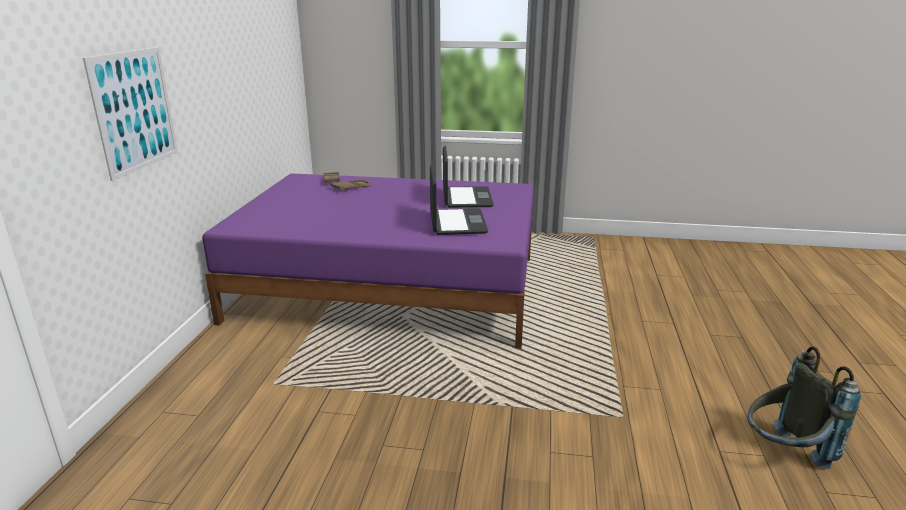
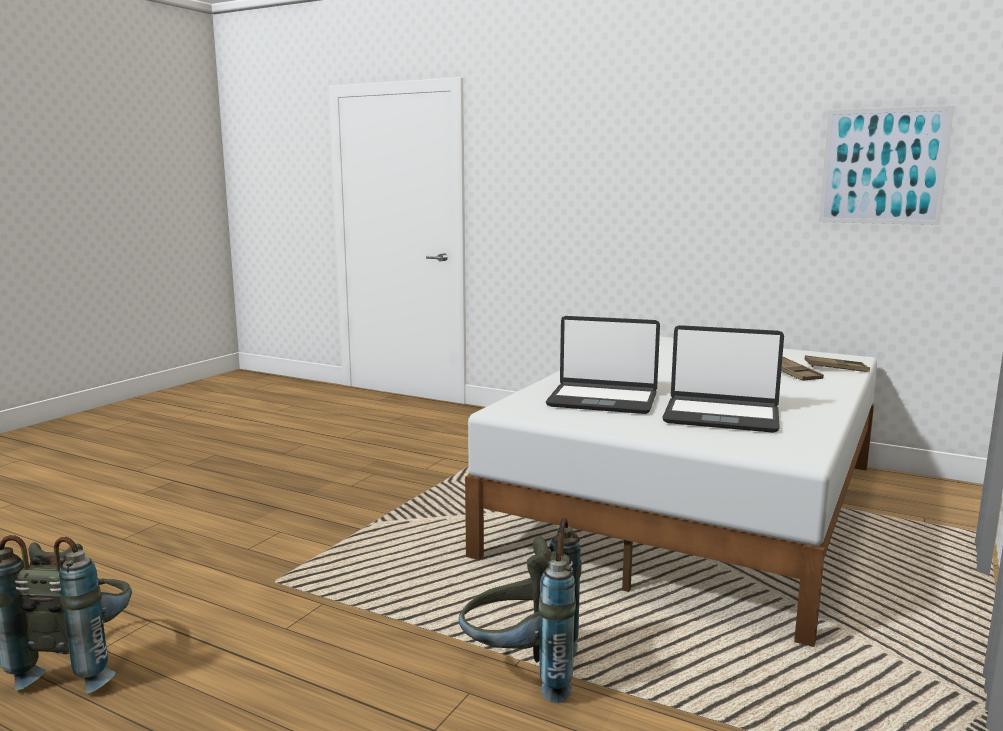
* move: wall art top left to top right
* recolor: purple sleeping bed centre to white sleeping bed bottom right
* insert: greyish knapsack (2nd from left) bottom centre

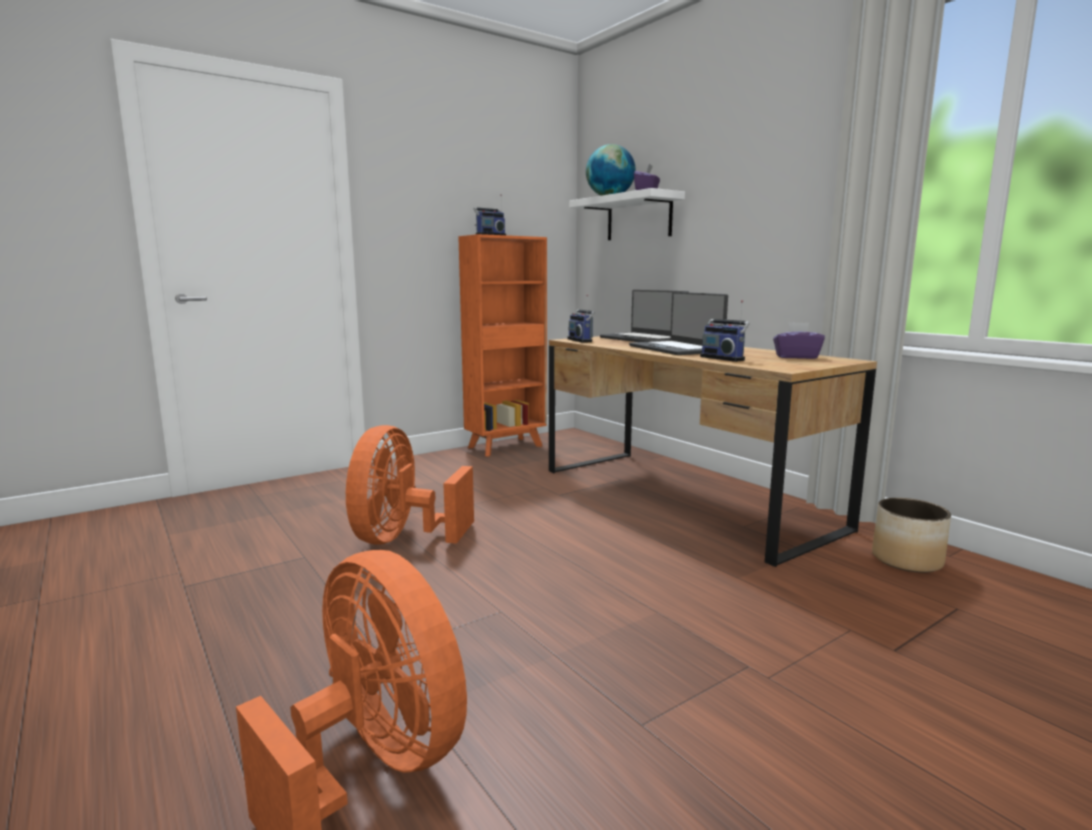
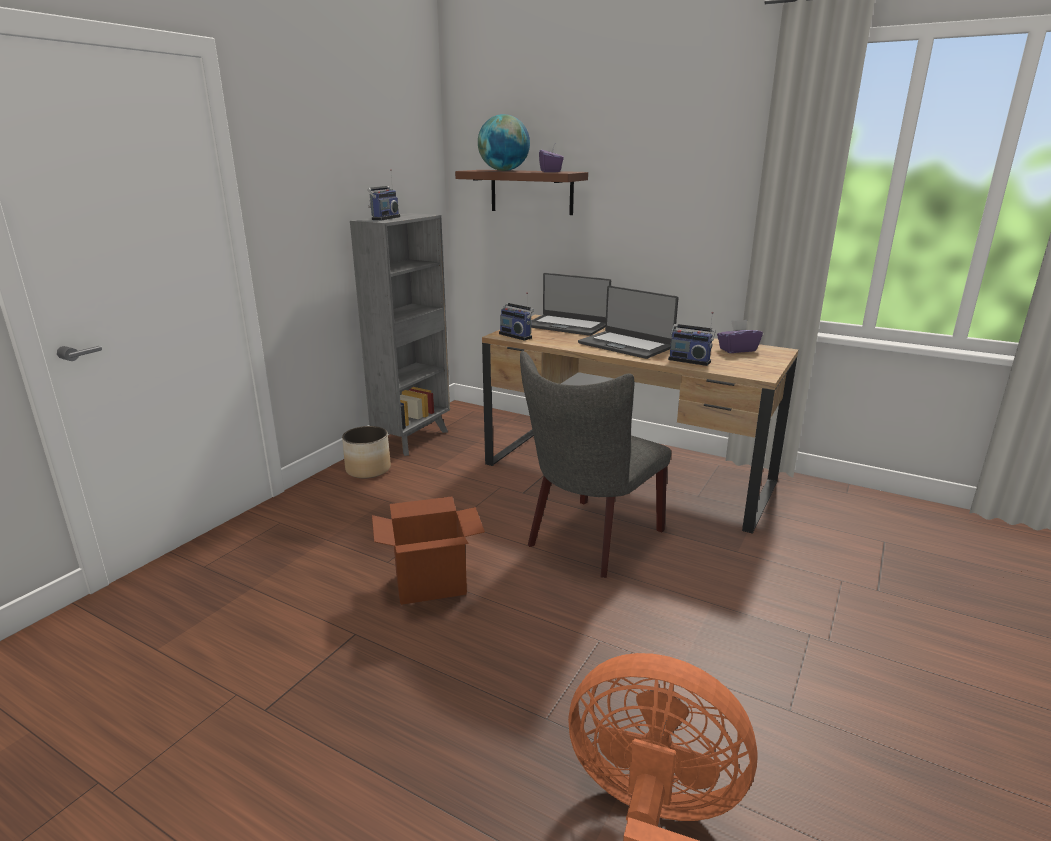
* replace: orange fan (2nd from left) centre to cardboard box centre
* recolor: orange bookshelf centre to greyish bookshelf centre
* recolor: white shelf top centre to brown-coloured shelf top centre
* move: flower pot middle right to centre
* insert: greyish chair centre

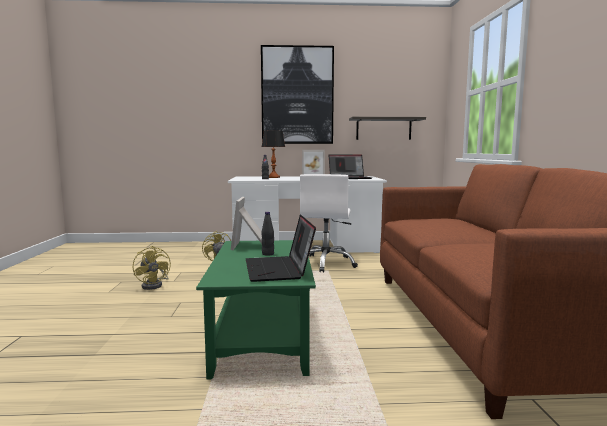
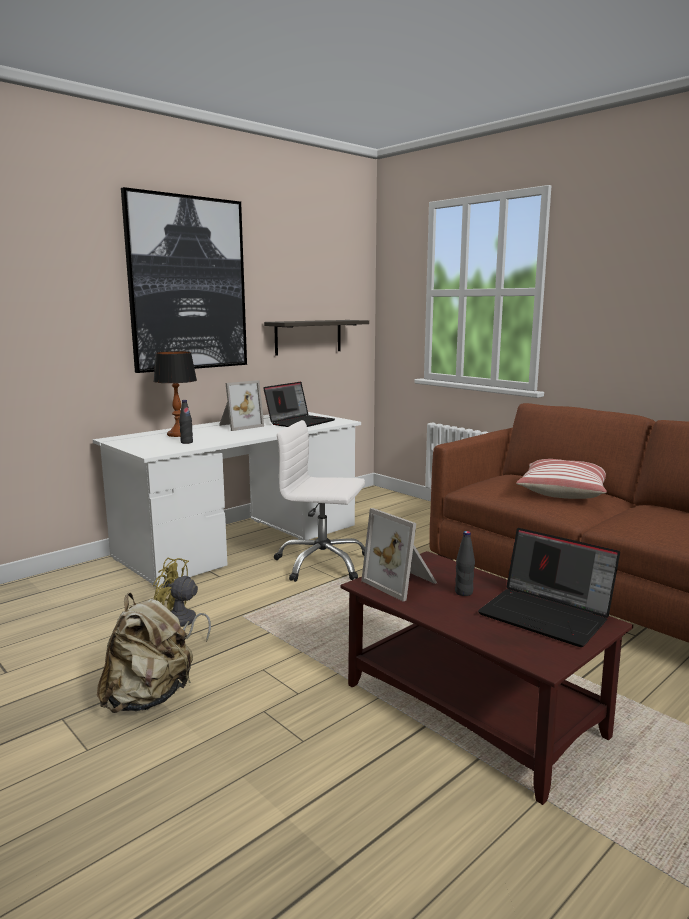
* replace: yellowish fan (1st from left) middle left to beige-coloured knapsack bottom left
* recolor: green-coloured lounge table bottom centre to brown-coloured lounge table bottom right
* rotate: white desk chair centre = centre 135 degrees clockwise
* insert: cushion middle right

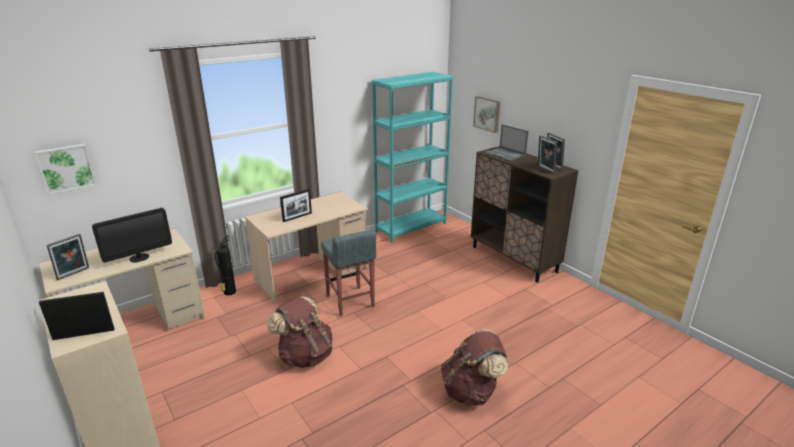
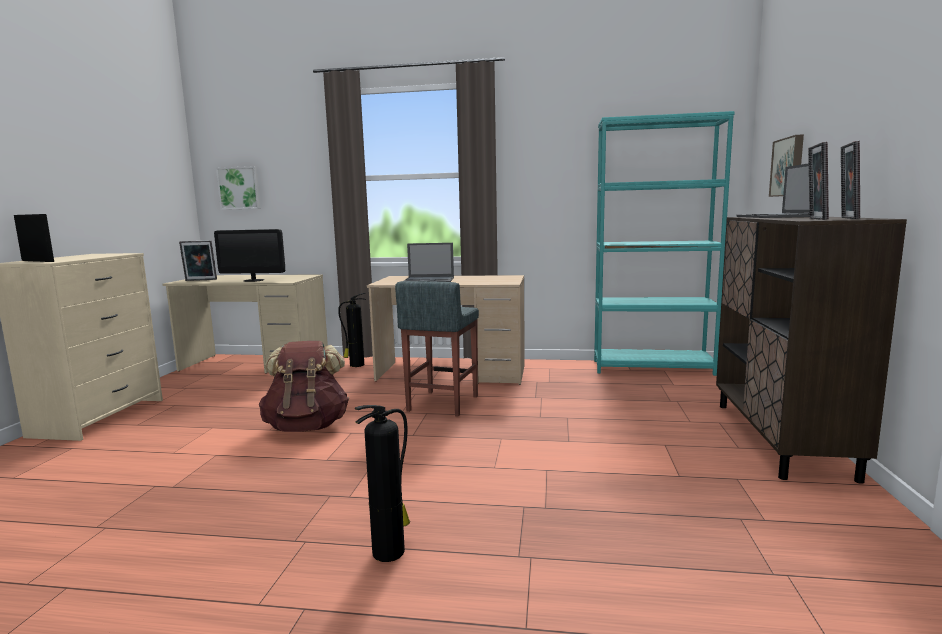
* replace: picture frame (3rd from left) centre to portable computer (1st from left) centre
* replace: brown-coloured knapsack (2nd from left) bottom centre to fire extinguisher (2nd from left) bottom centre

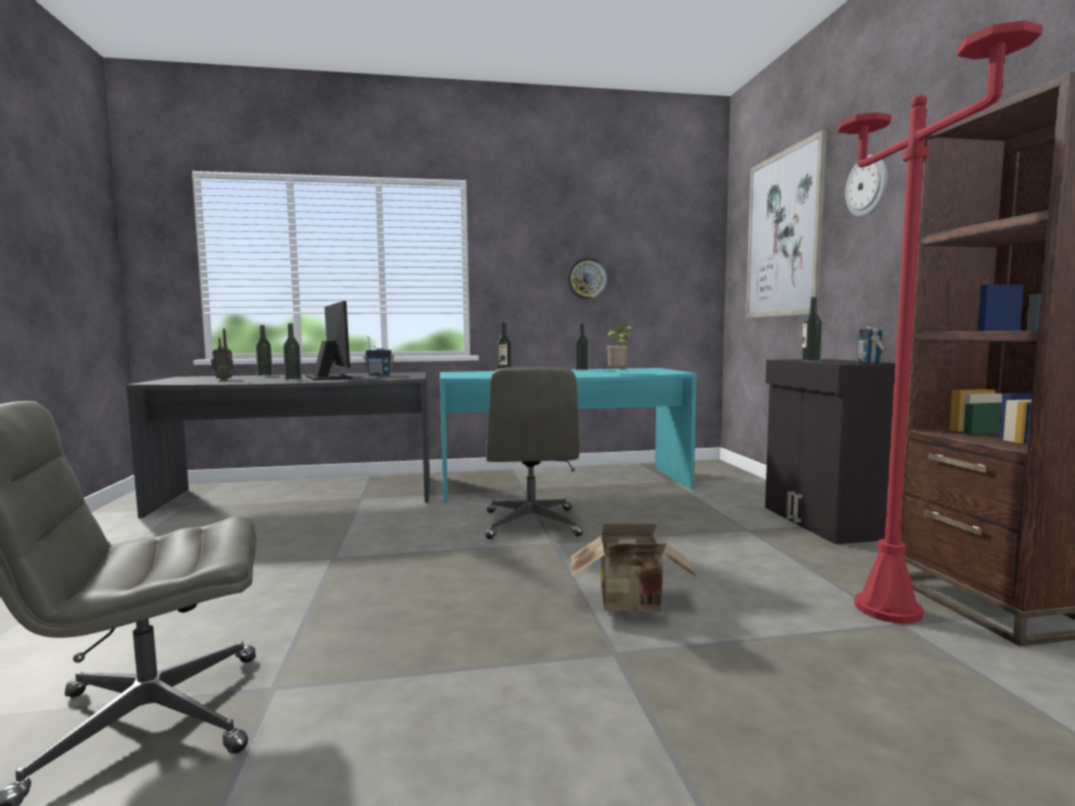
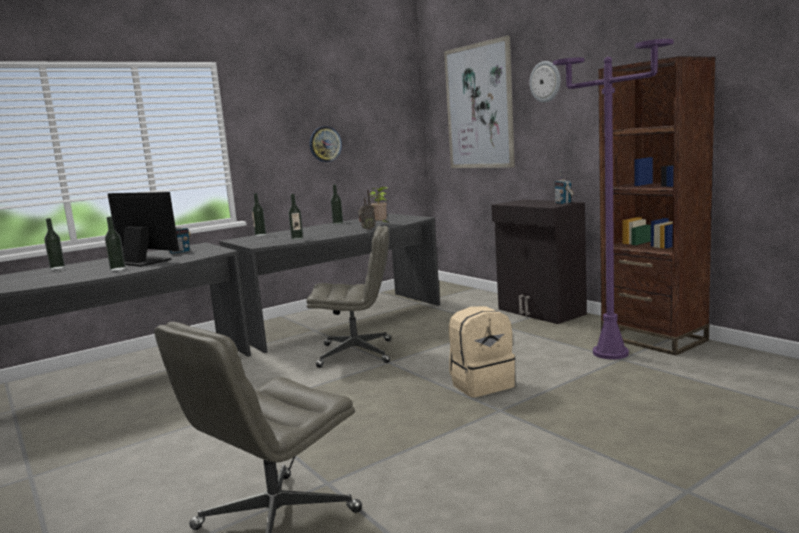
* move: radio set (1st from left in the first image) middle left to radio set (2nd from left) centre
* recolor: turquoise-coloured desk table centre to greyish desk table (2nd from left) centre
* rotate: greyish desk chair (2nd from left) centre = centre 60 degrees counterclockwise
* replace: cardboard box bottom centre to beige-coloured knapsack centre
* move: beverage bottle (5th from left in the first image) middle right to beverage bottle (3rd from left) middle left
* recolor: red-coloured floor lamp middle right to purple floor lamp middle right

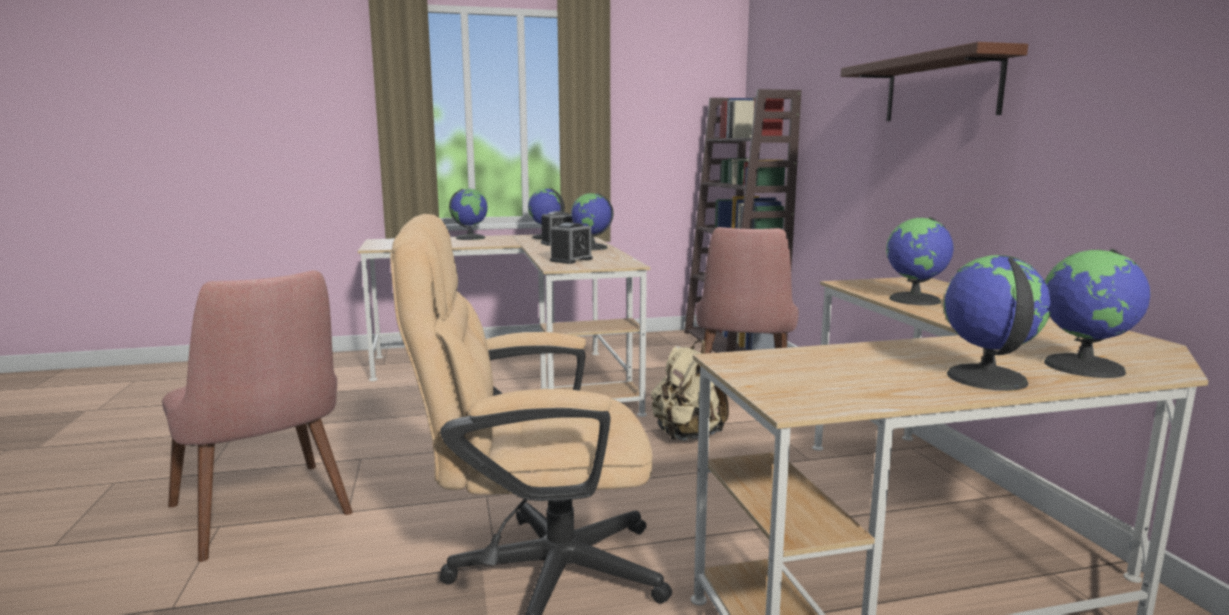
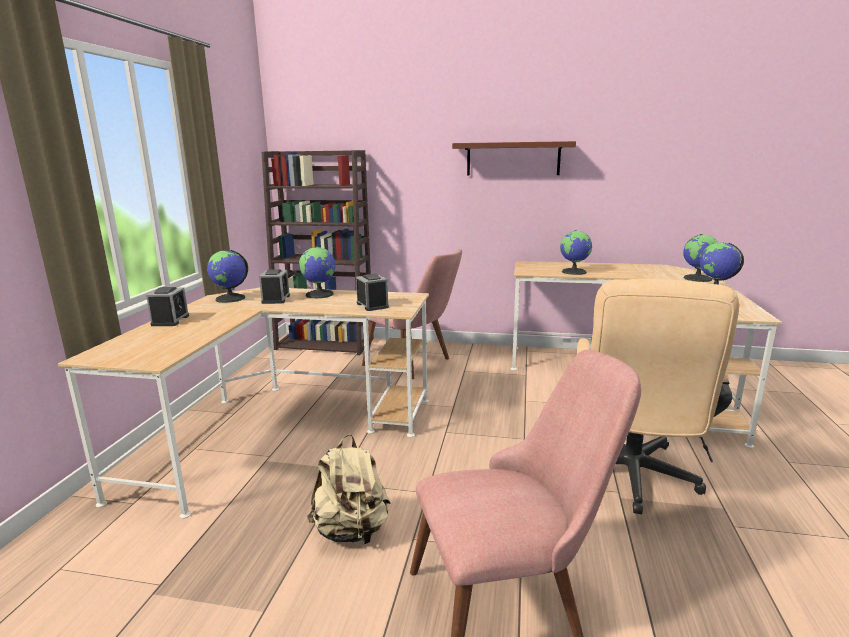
* replace: globe (1st from left) centre to bedside clock (1st from left) middle left
* move: beige-coloured knapsack centre to bottom centre

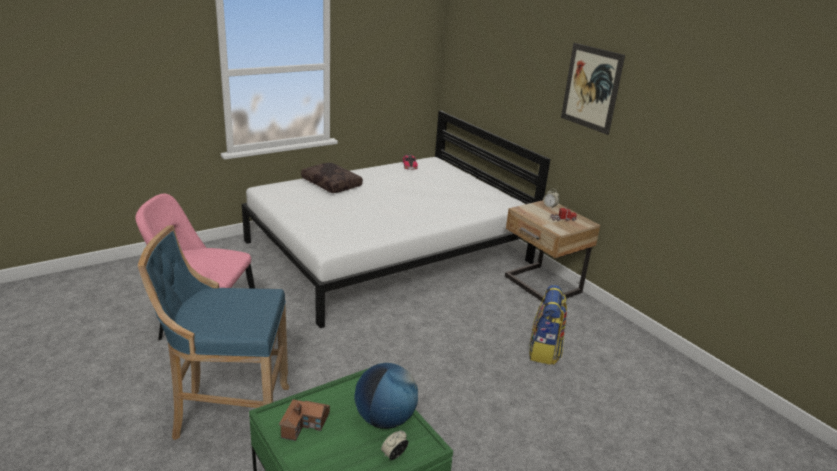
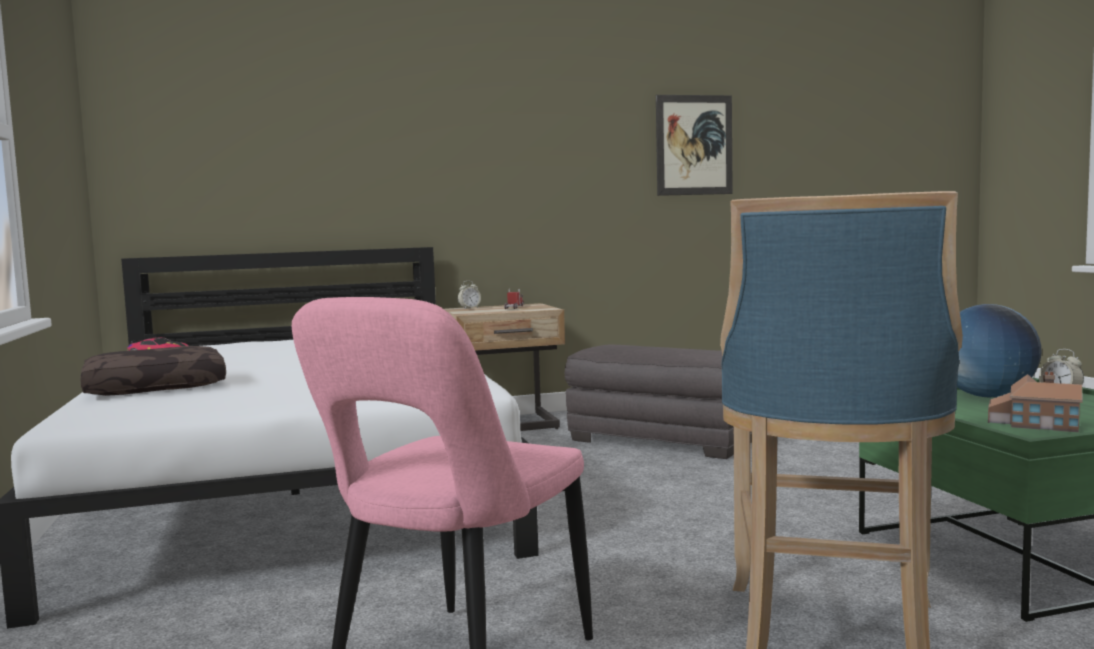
* replace: knapsack bottom centre to greyish ottoman centre
* move: wall art top right to top centre

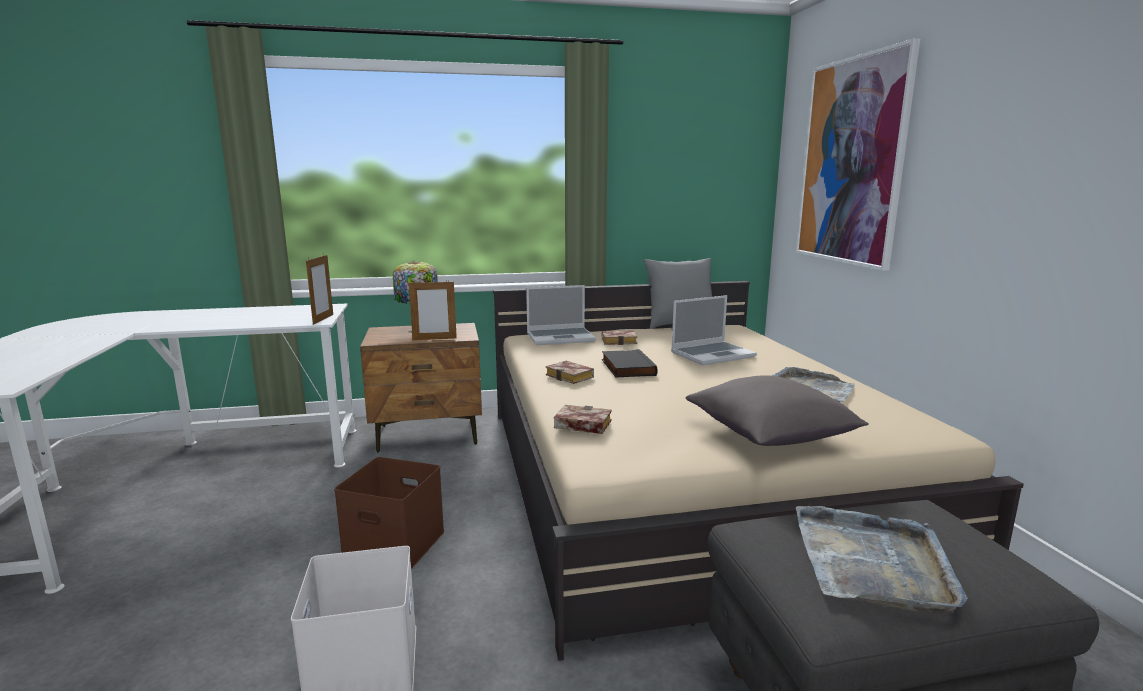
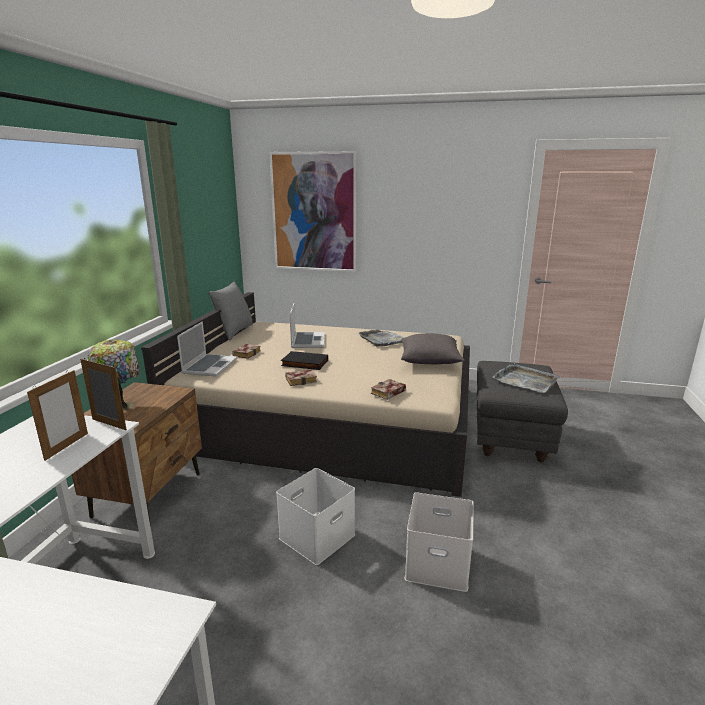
* recolor: brown-coloured storage container bottom centre to white storage container (1st from left) bottom centre
* move: picture frame (2nd from left in the first image) centre to picture frame (1st from left) middle left

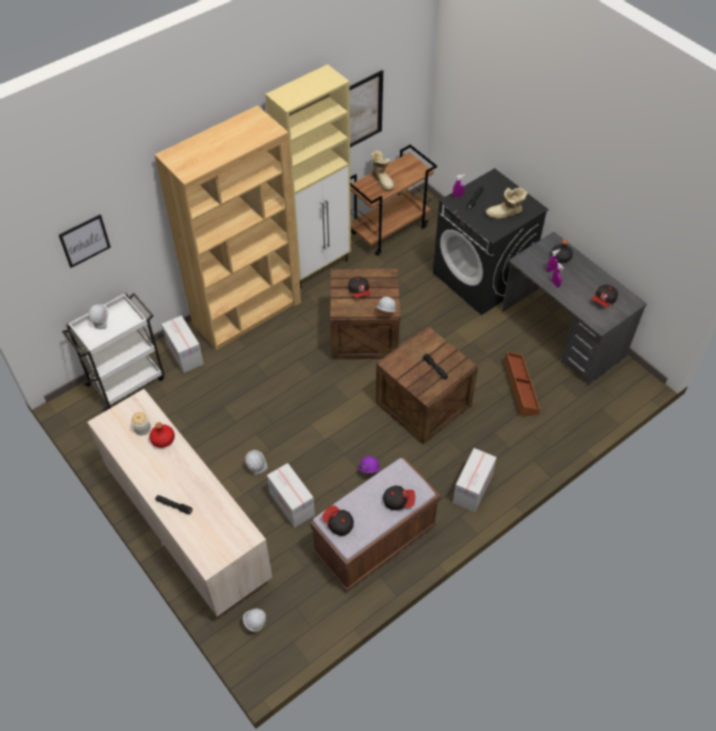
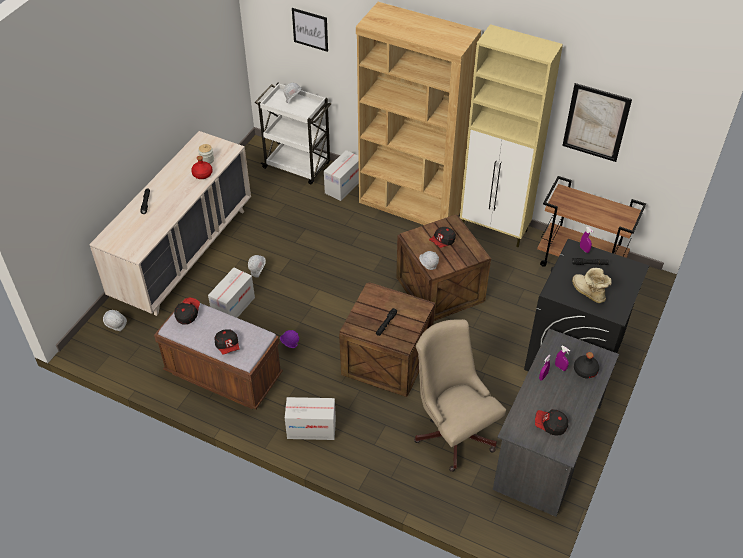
* delete: high-top boot (1st from left) top centre
* replace: brown-coloured storage container middle right to beige-coloured desk chair bottom centre

